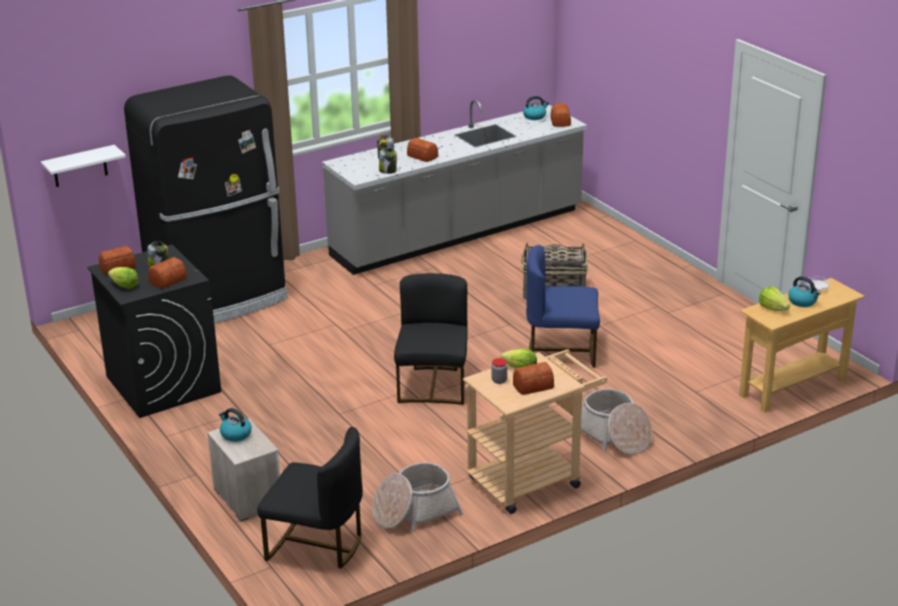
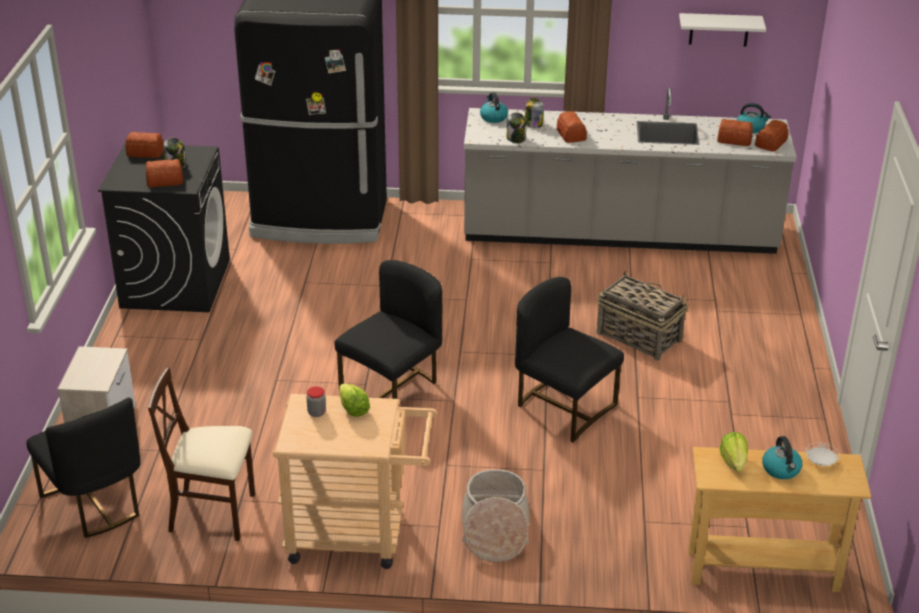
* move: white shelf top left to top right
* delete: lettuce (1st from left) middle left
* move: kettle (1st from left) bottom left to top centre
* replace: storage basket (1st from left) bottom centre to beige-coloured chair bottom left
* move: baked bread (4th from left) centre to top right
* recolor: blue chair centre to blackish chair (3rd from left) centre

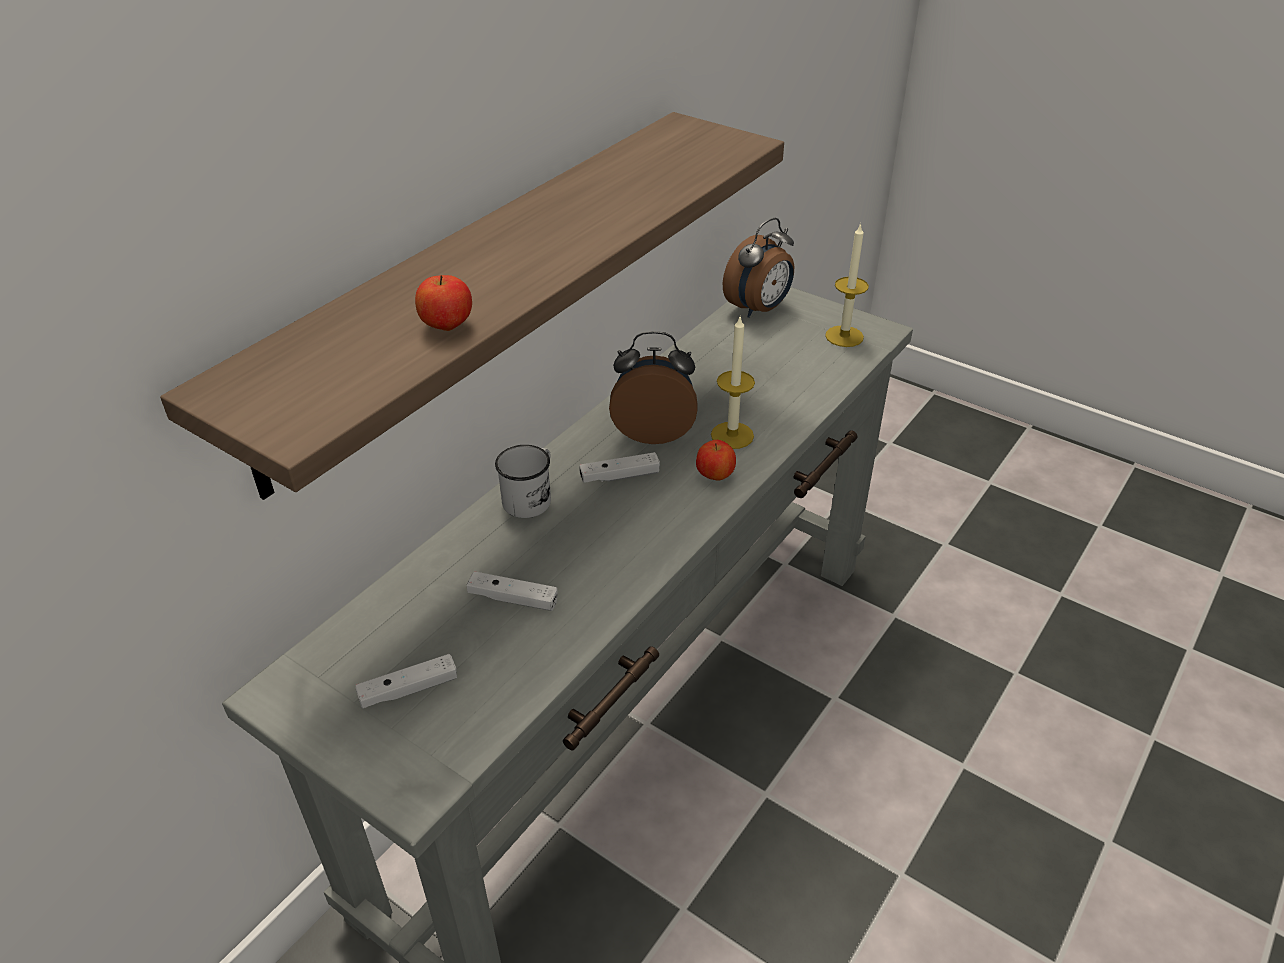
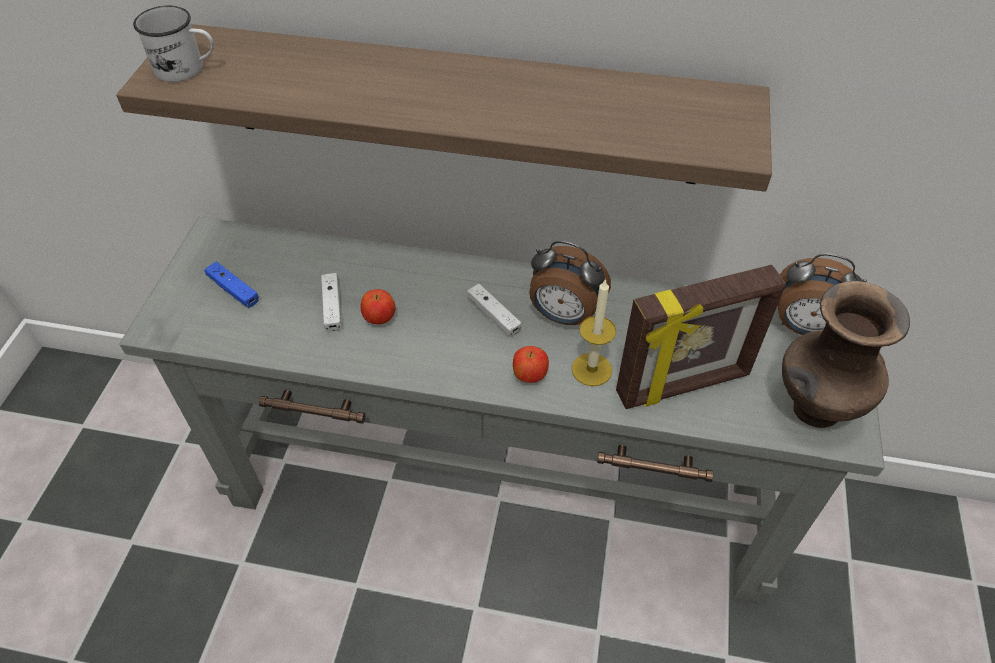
* recolor: white joypad (1st from left) bottom left to blue joypad middle left
* move: whole apple (1st from left) top centre to centre
* move: white coffee mug centre to top left
* rotate: bedside clock (1st from left) centre = centre 135 degrees clockwise
* replace: wax light (2nd from left) top centre to brown-coloured vase middle right
* insert: picture frame middle right

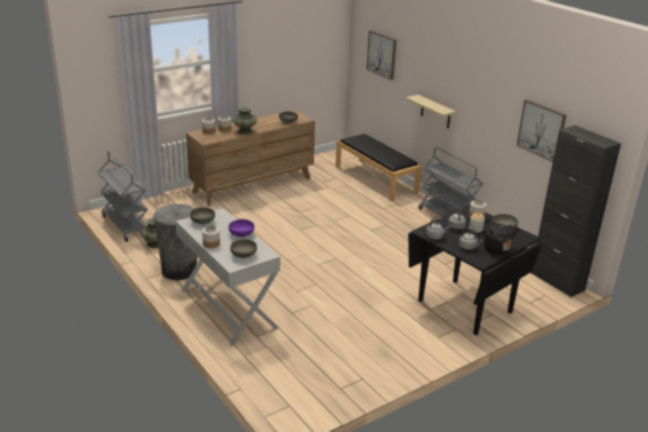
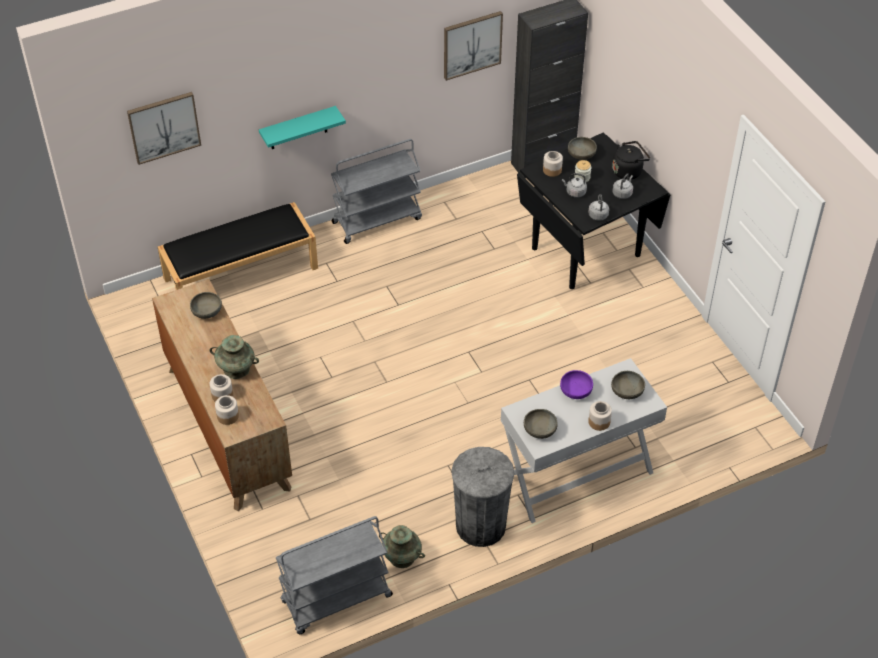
* recolor: beige-coloured shelf top centre to turquoise-coloured shelf top centre

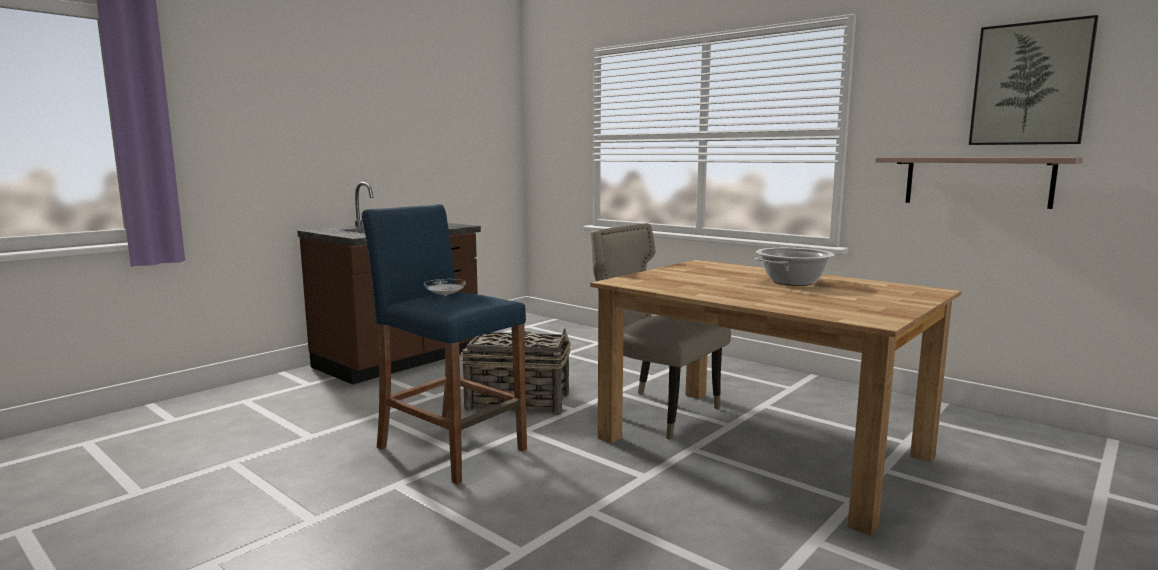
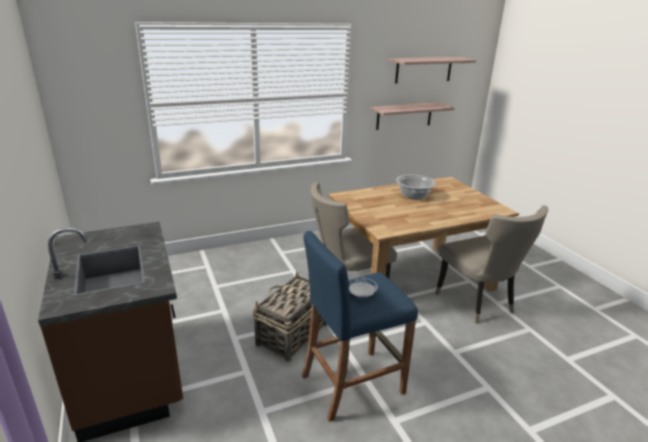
* replace: wall art top right to shelf (2nd from left) top right
* insert: beige-coloured chair (2nd from left) middle right

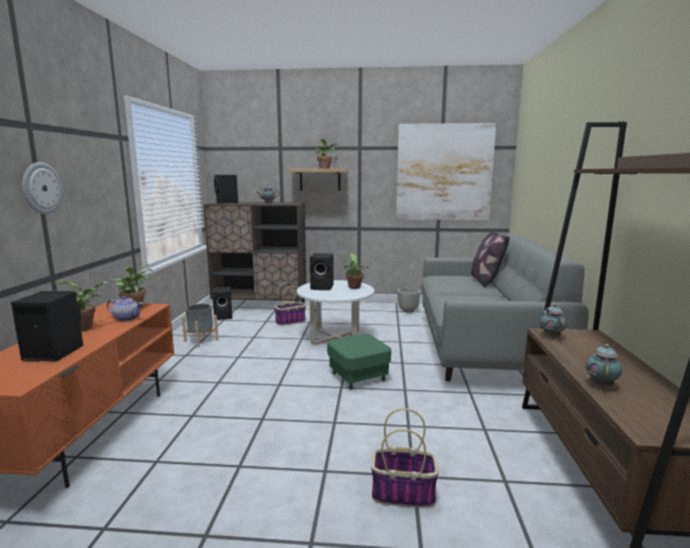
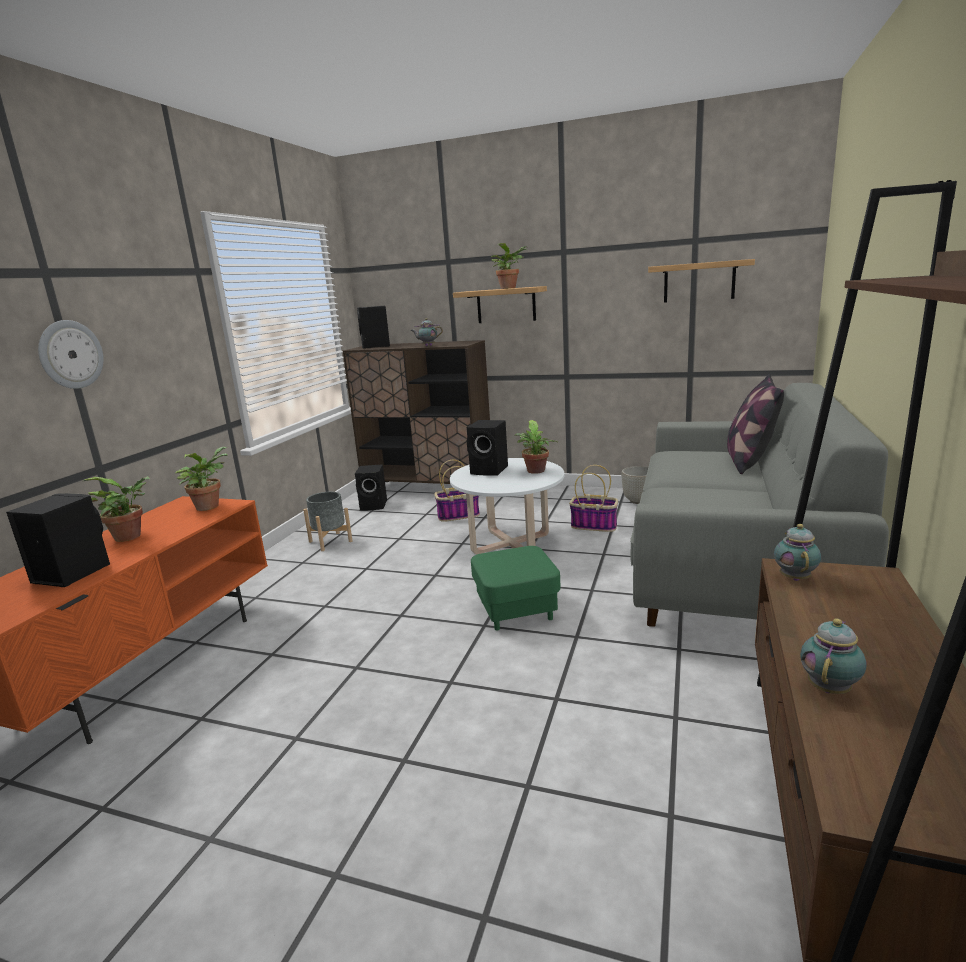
* delete: pot for tea (1st from left) middle left
* move: storage basket (2nd from left) bottom centre to centre
* replace: wall art top centre to shelf (2nd from left) top right

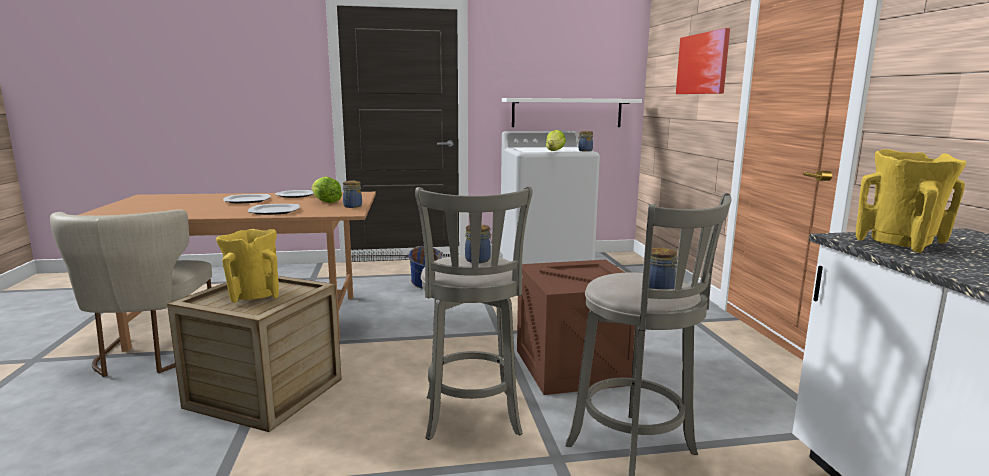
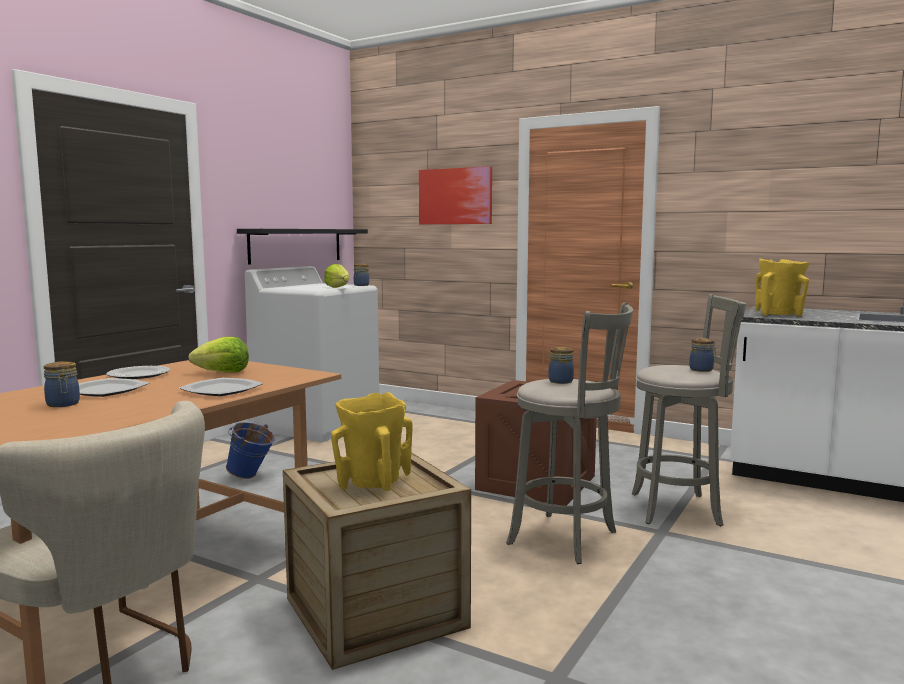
* move: preserve jar (1st from left) centre to middle left
* recolor: white shelf top centre to blackish shelf centre

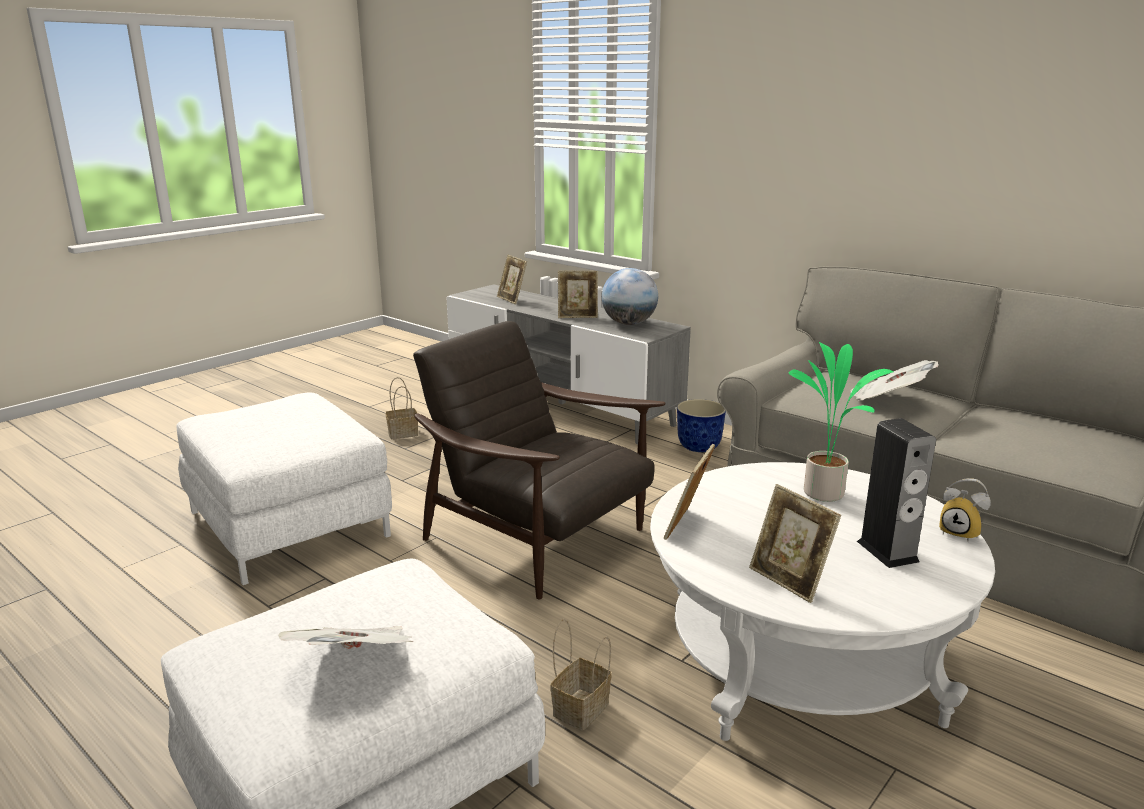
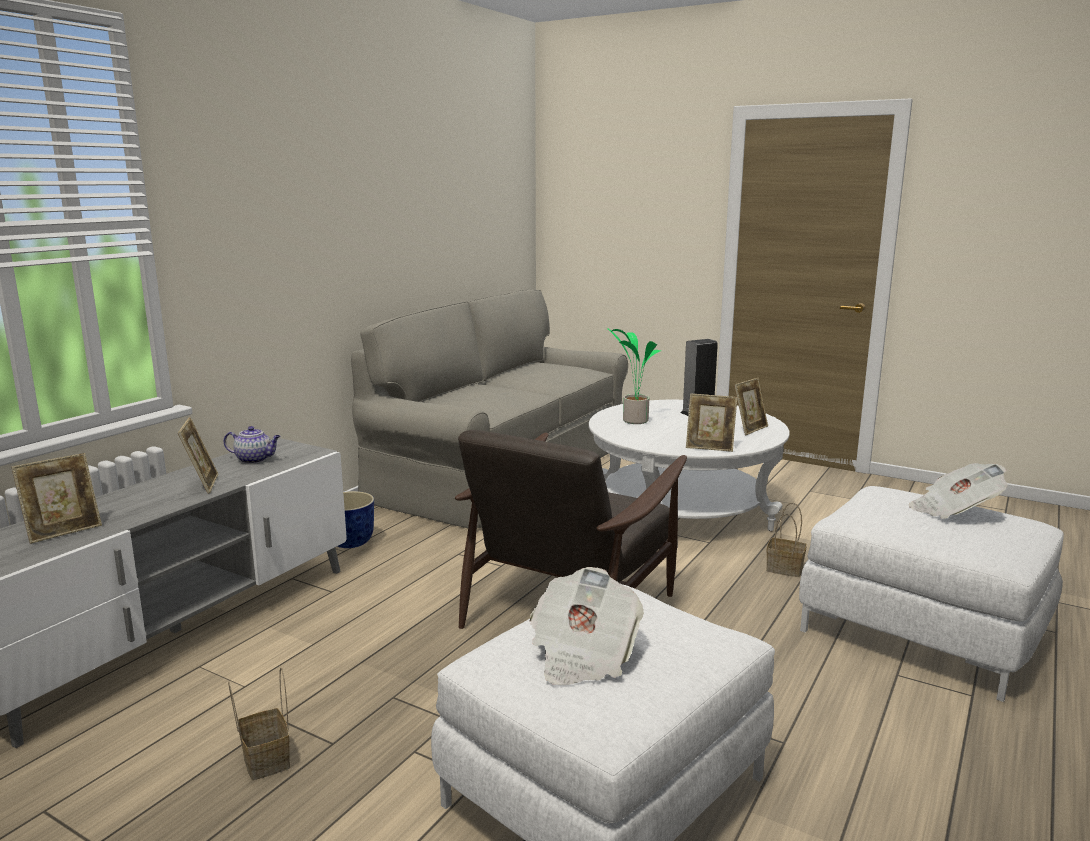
* replace: globe centre to pot for tea middle left
* move: printed paper (2nd from left in the first image) middle right to printed paper (1st from left) bottom centre
* delete: bedside clock middle right

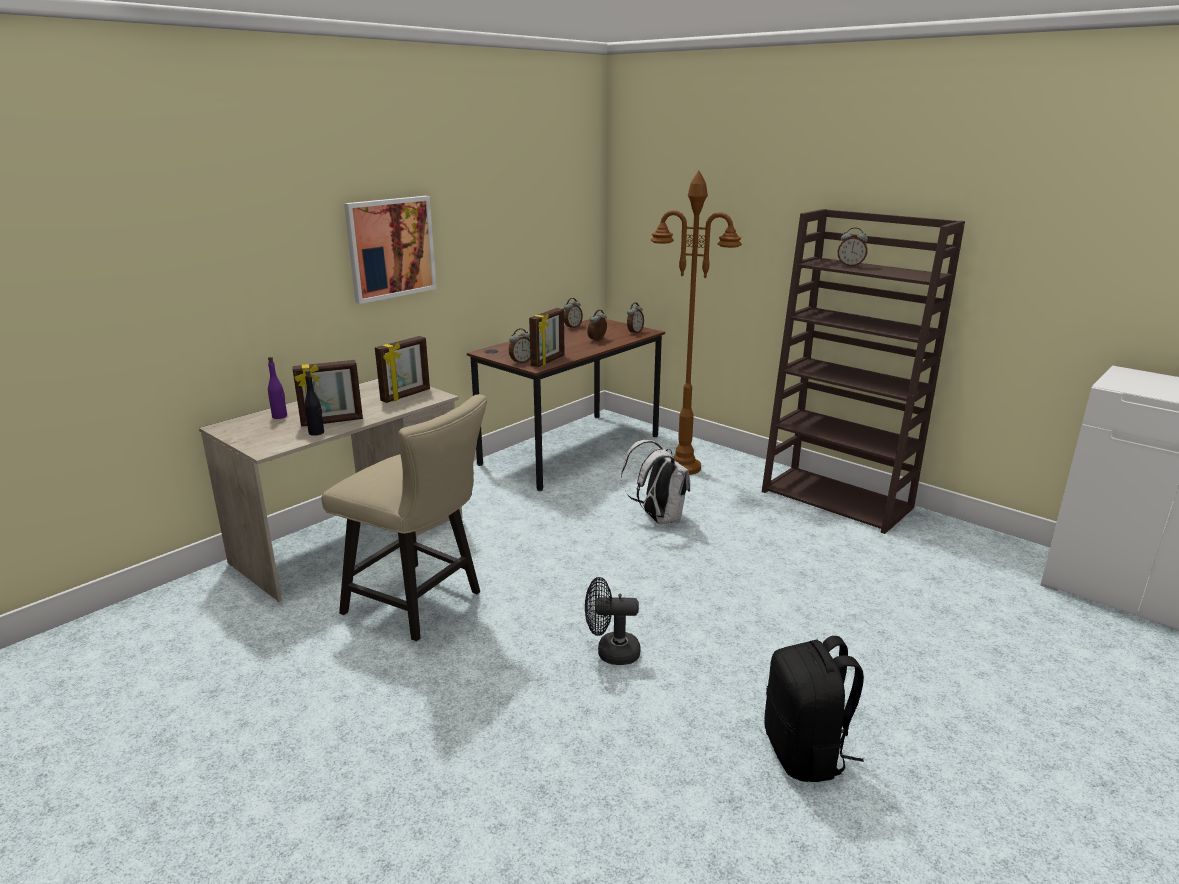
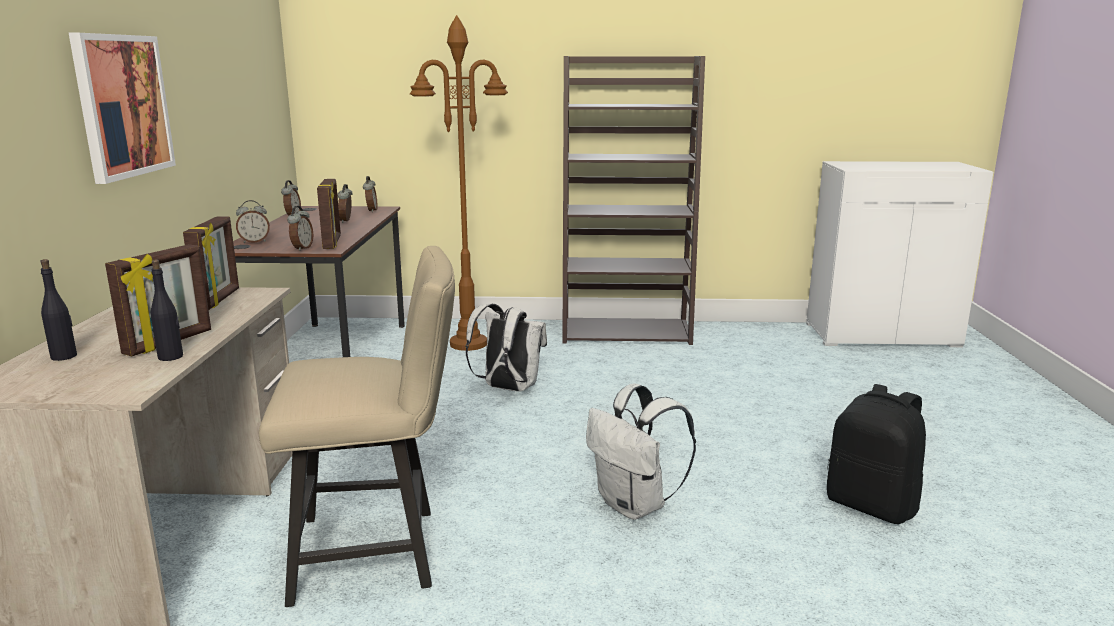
* recolor: purple beverage bottle middle left to blackish beverage bottle (1st from left) middle left
* replace: blackish fan bottom centre to white knapsack (2nd from left) bottom centre
* move: bedside clock (5th from left in the first image) top right to bedside clock (1st from left) middle left

